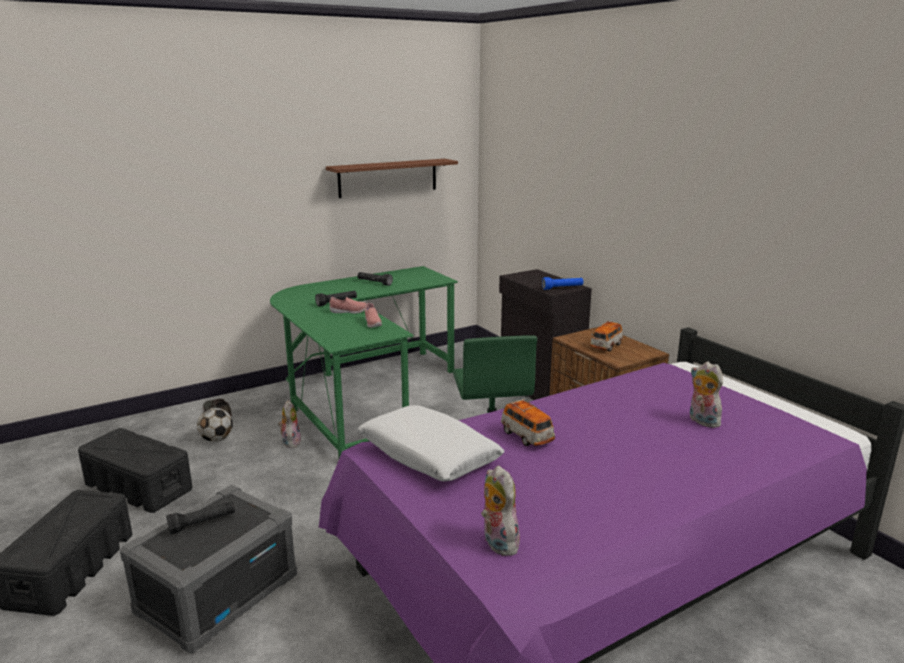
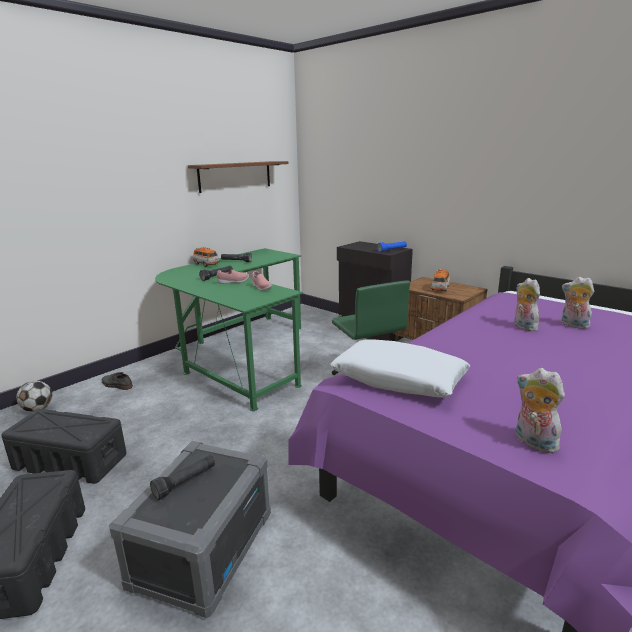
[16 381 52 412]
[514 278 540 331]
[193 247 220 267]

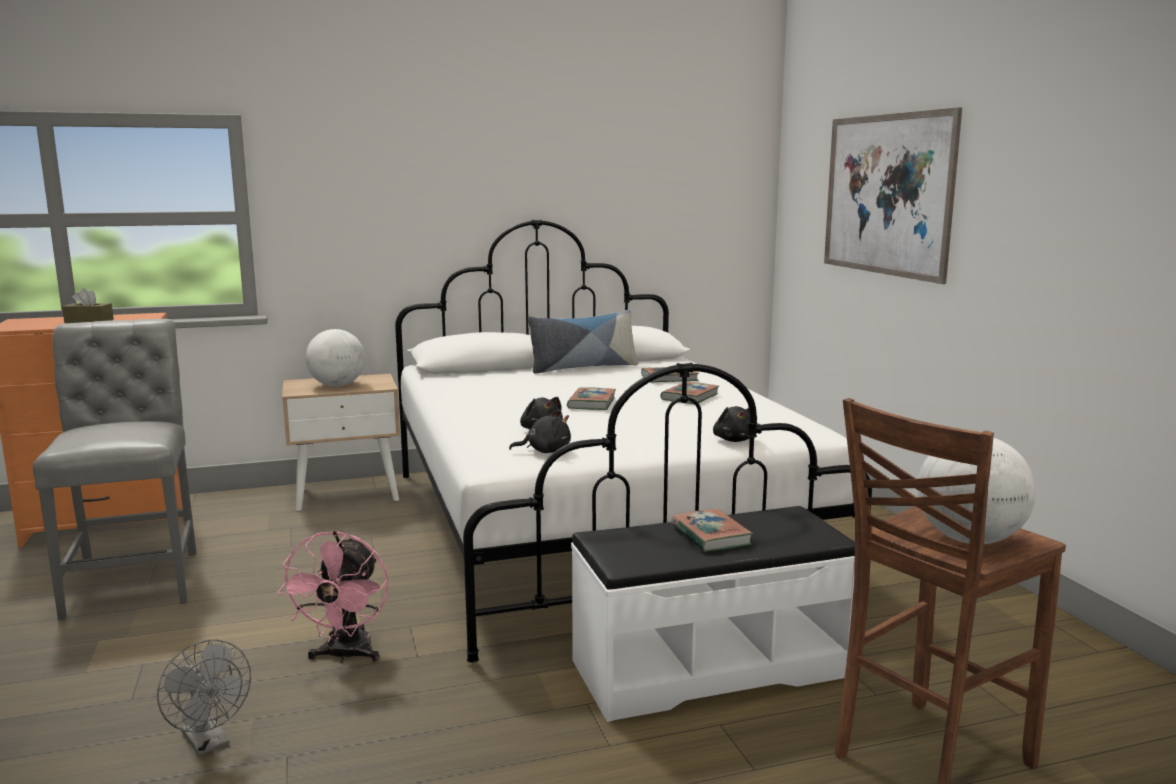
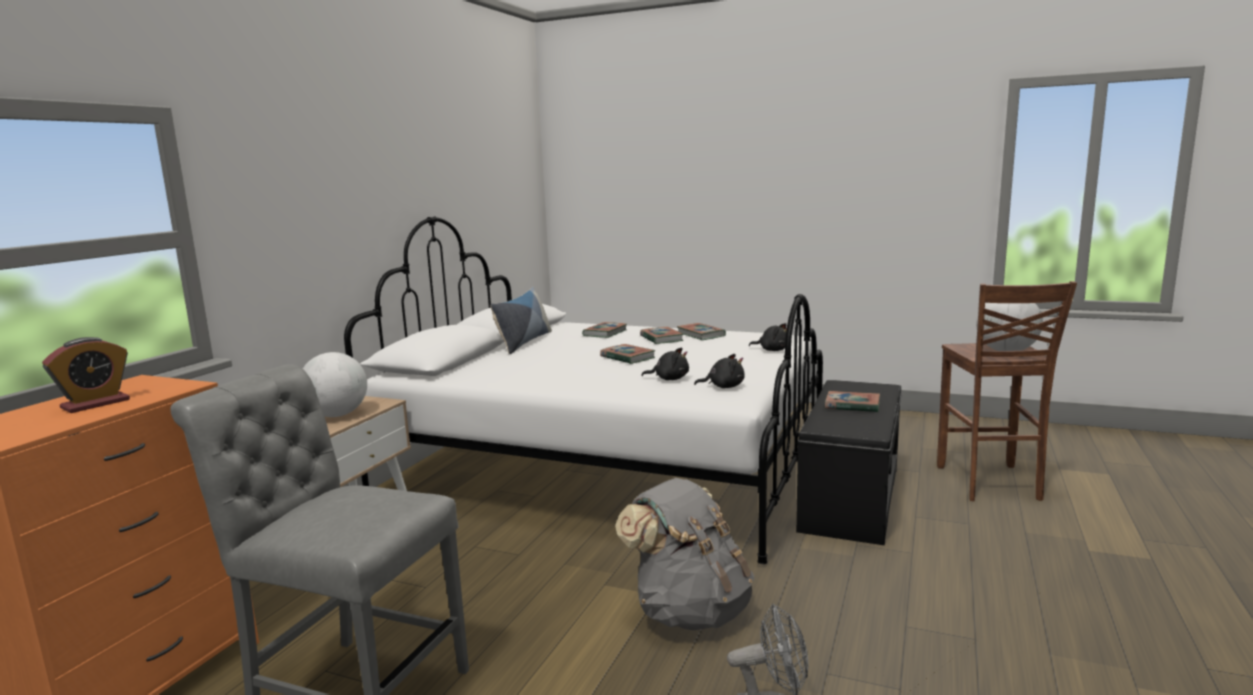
[824 107 962 284] (first image)
[677 323 726 340]
[42 337 130 413]
[615 478 754 630]
[796 380 902 545]
[694 354 745 388]

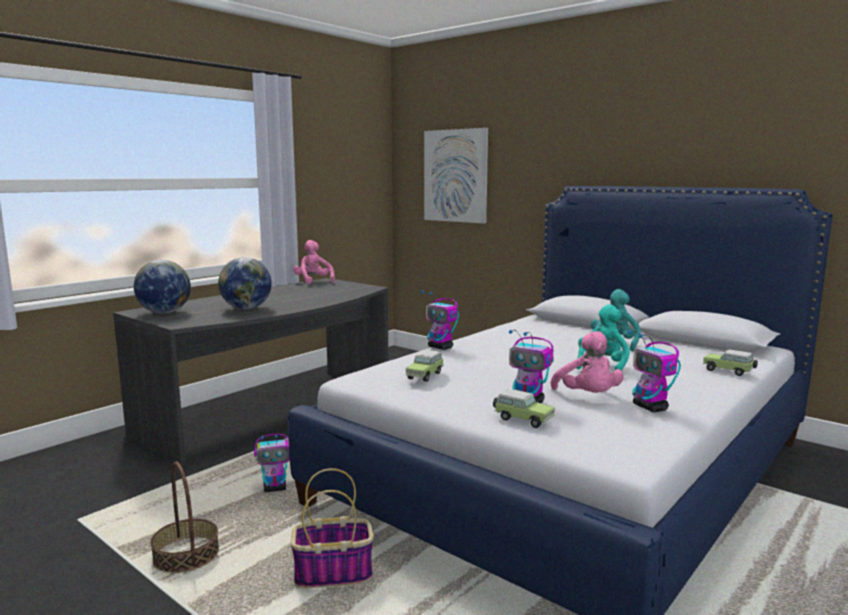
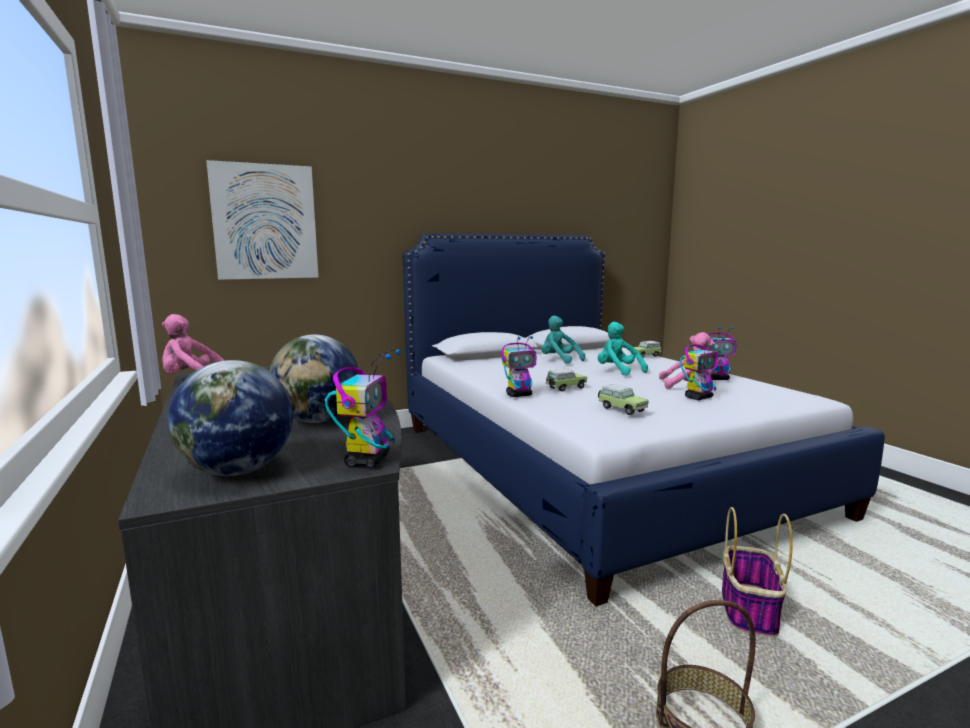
[325 349 401 468]
[546 369 587 391]

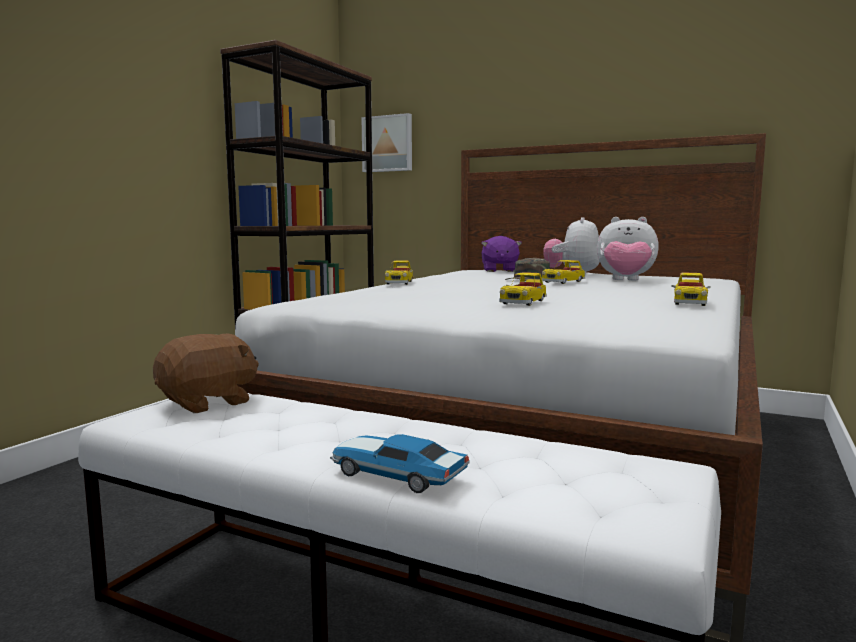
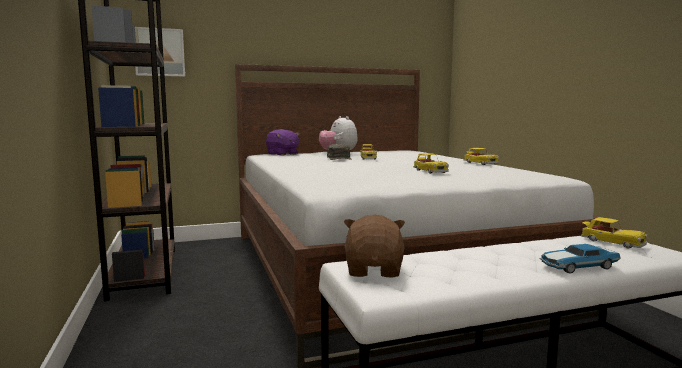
[597 217 659 280] (first image)
[581 217 648 248]

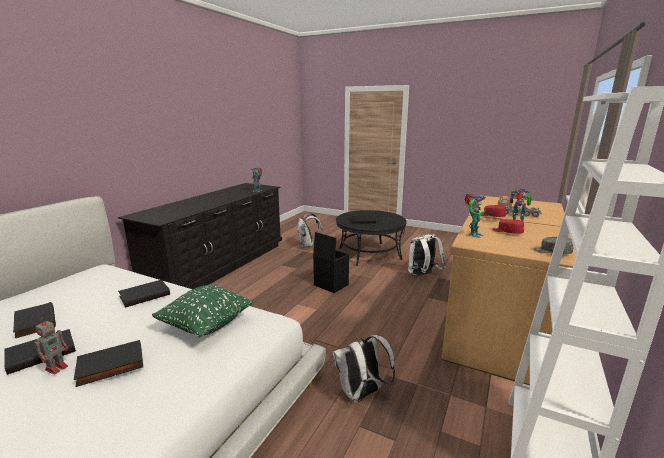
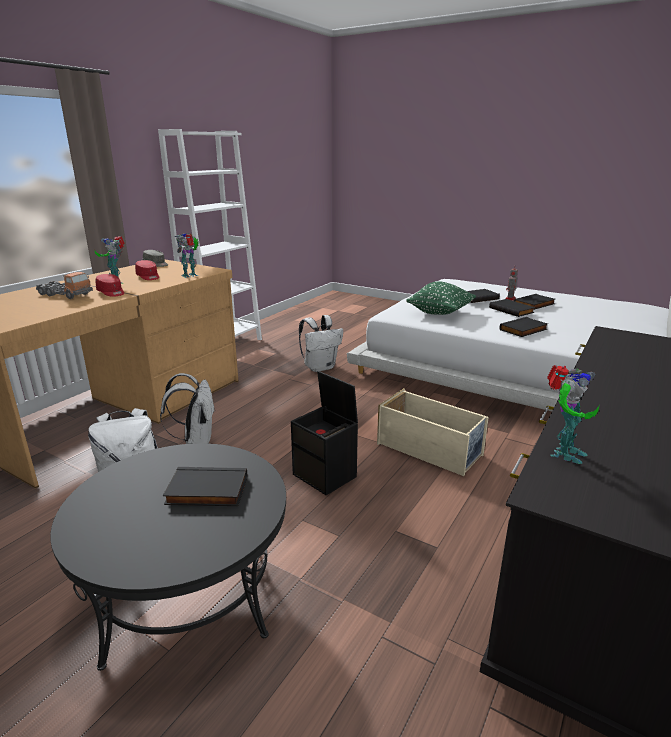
[377 388 489 476]
[489 299 535 317]
[160 373 215 444]

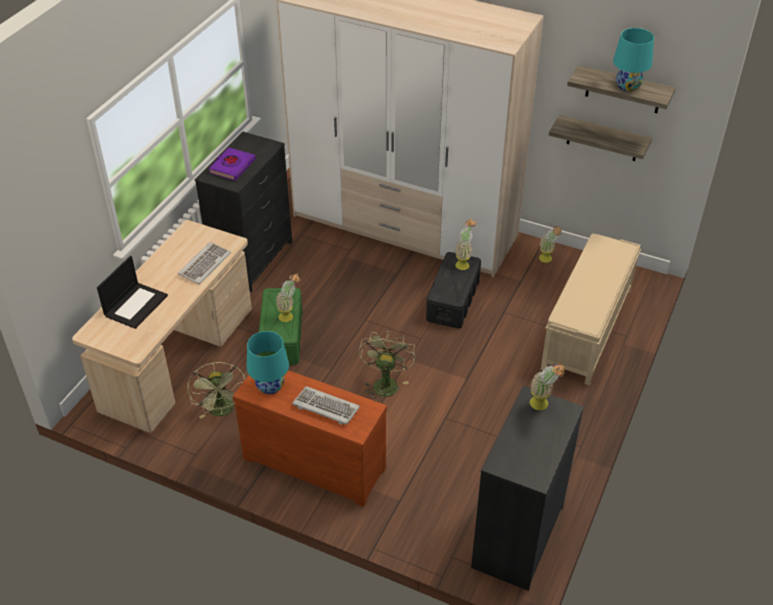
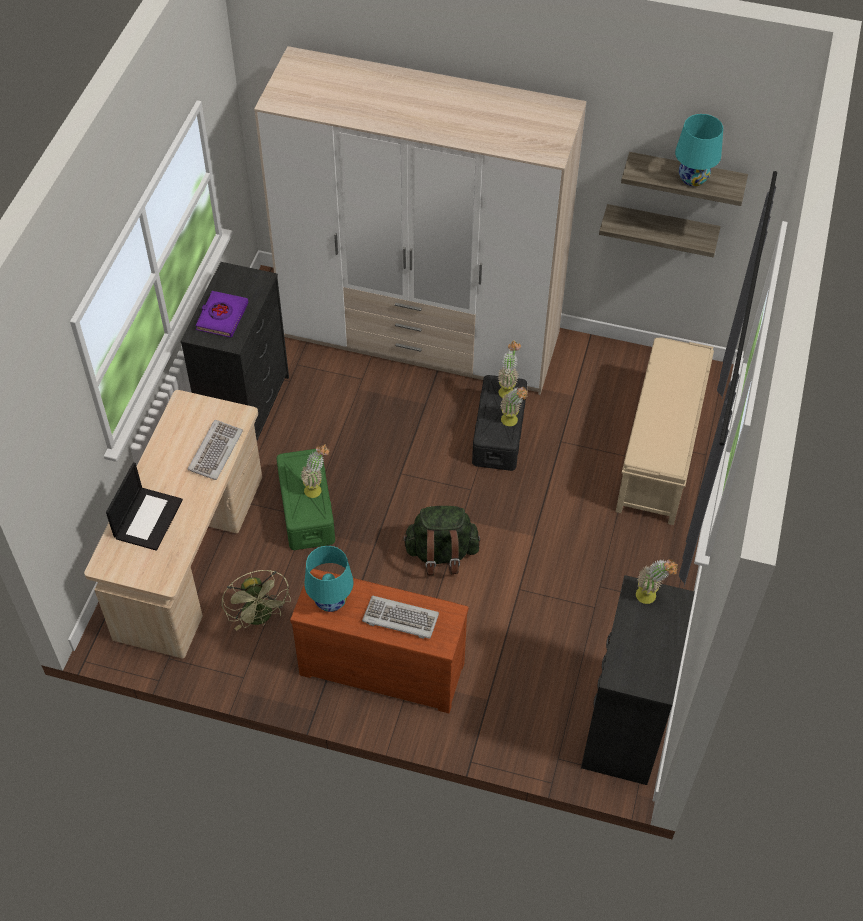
[500 387 528 426]
[402 506 480 575]

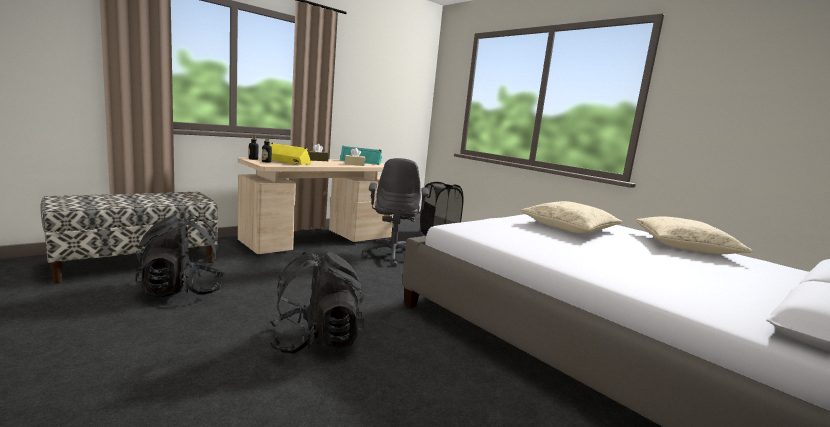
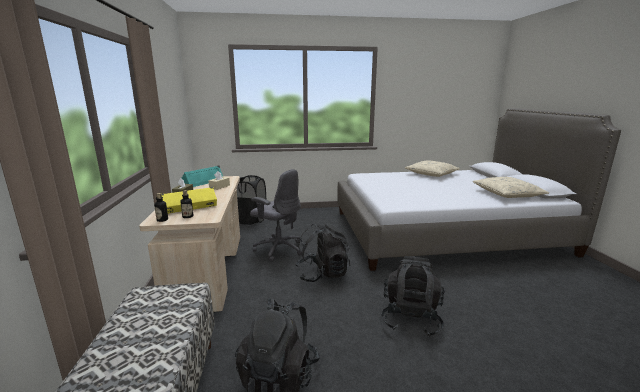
[295 223 350 282]
[473 177 549 198]

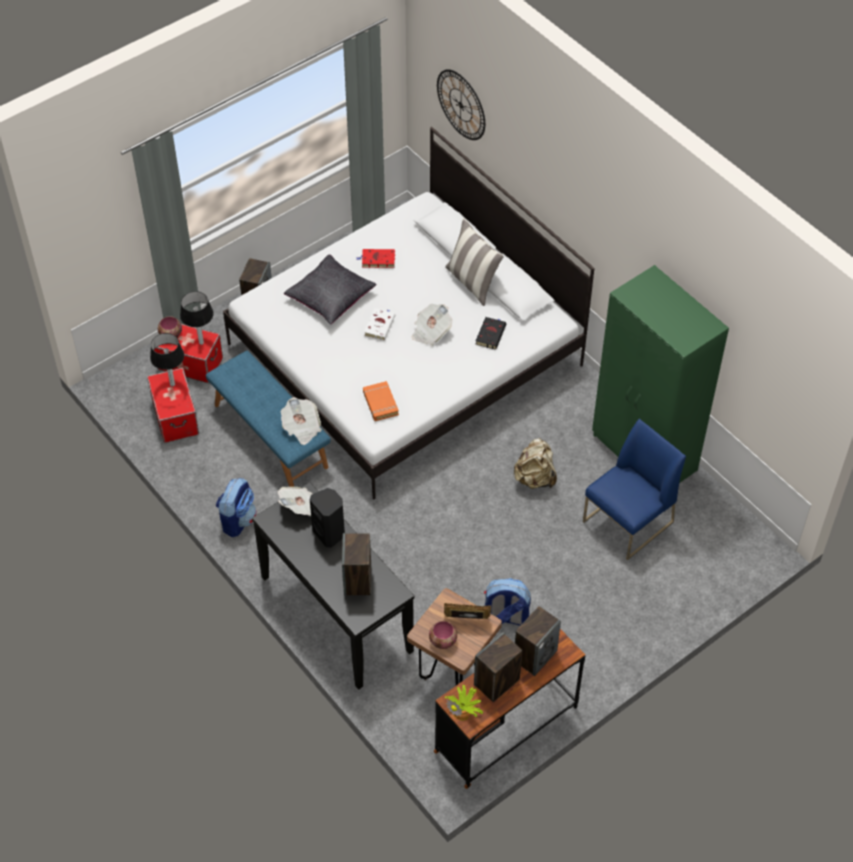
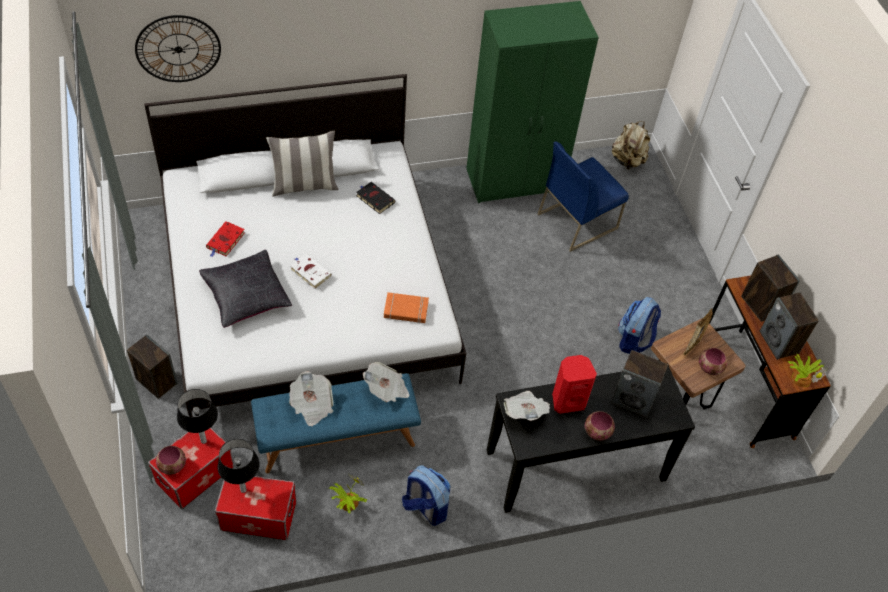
[329 474 367 513]
[585 411 615 441]
[289 371 333 426]
[612 121 650 170]
[552 355 597 414]
[537 141 629 252]

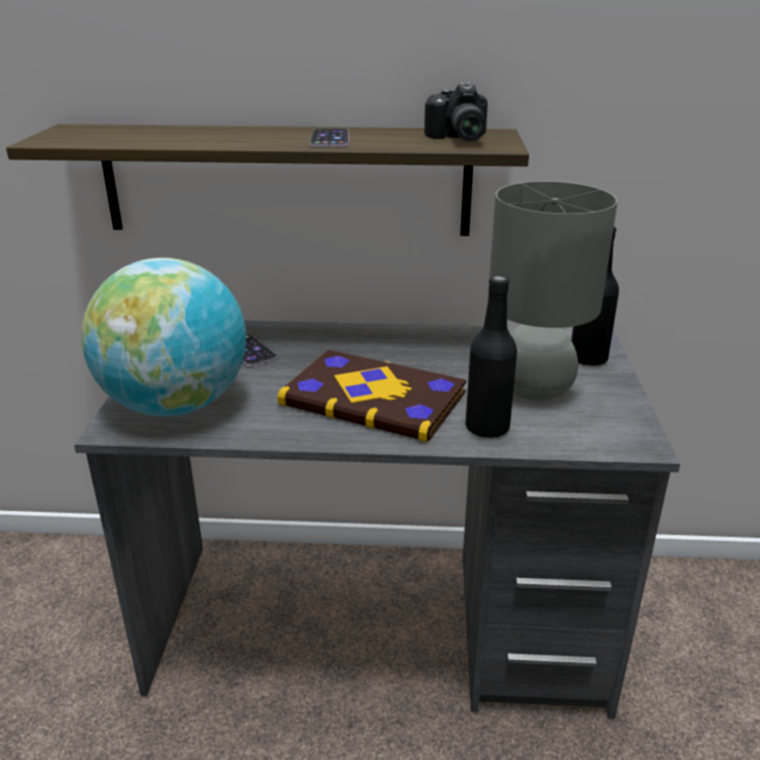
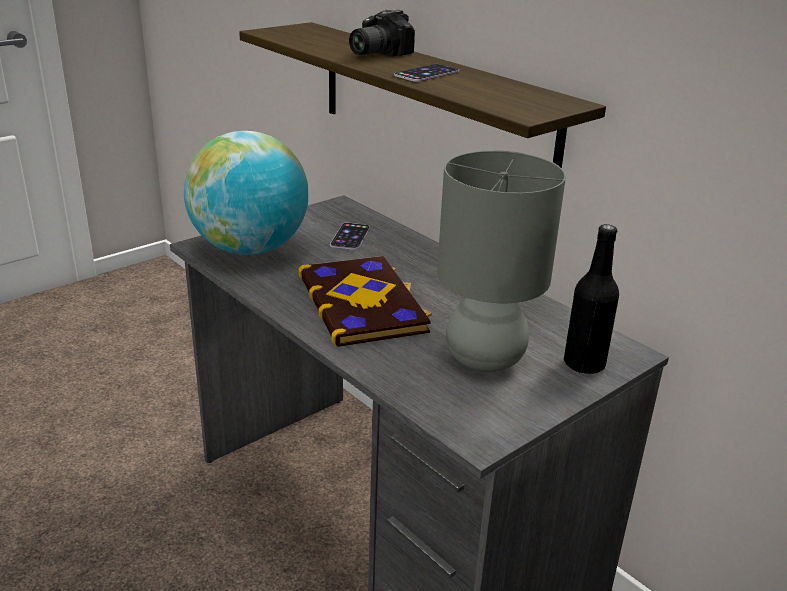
[466 275 517 438] (first image)
[349 9 415 56]

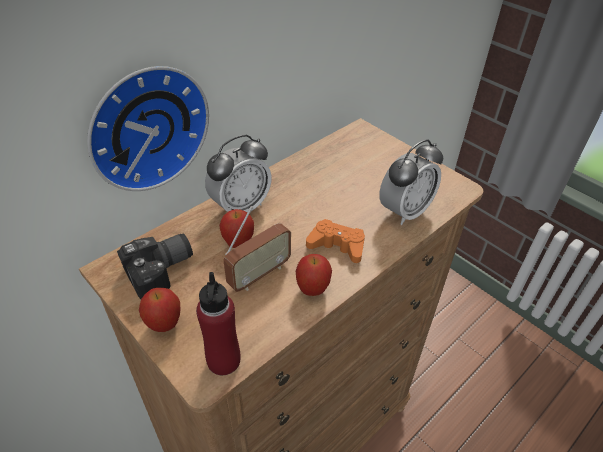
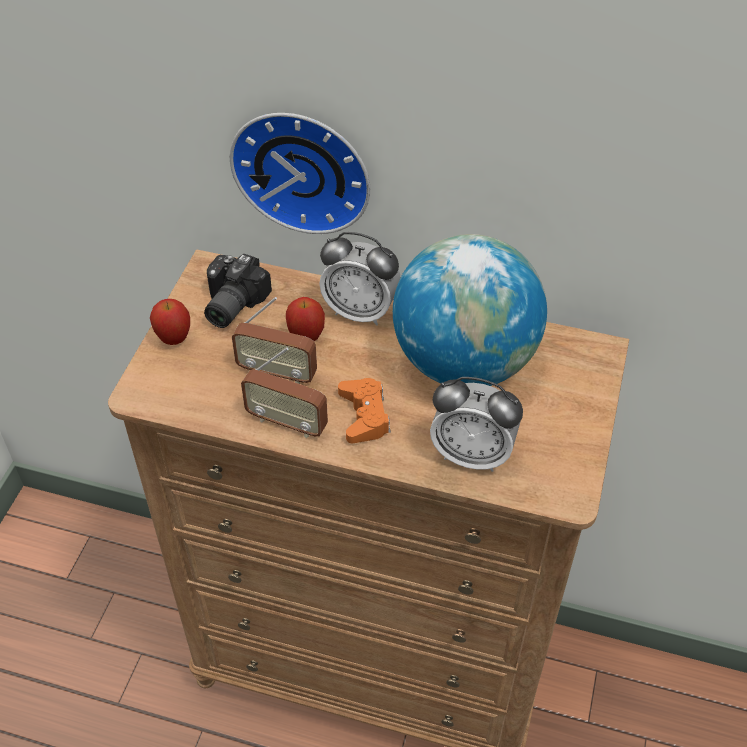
[196 272 240 375] (first image)
[393 234 547 386]
[241 348 328 438]
[204 253 272 328]

